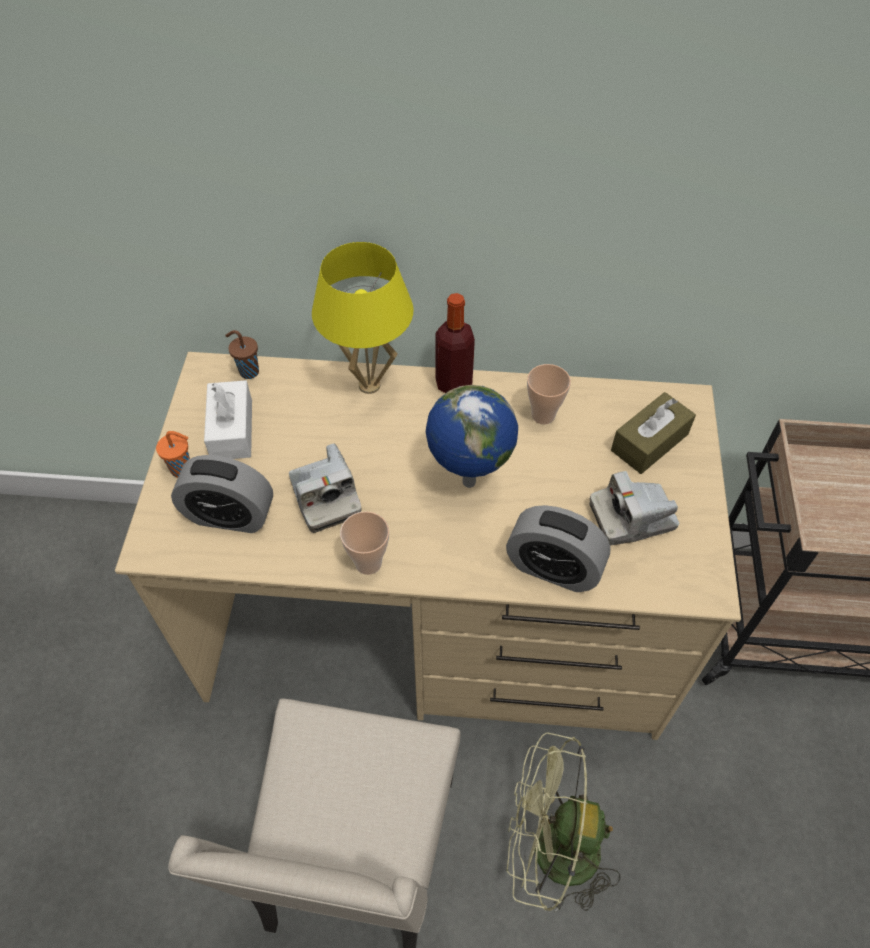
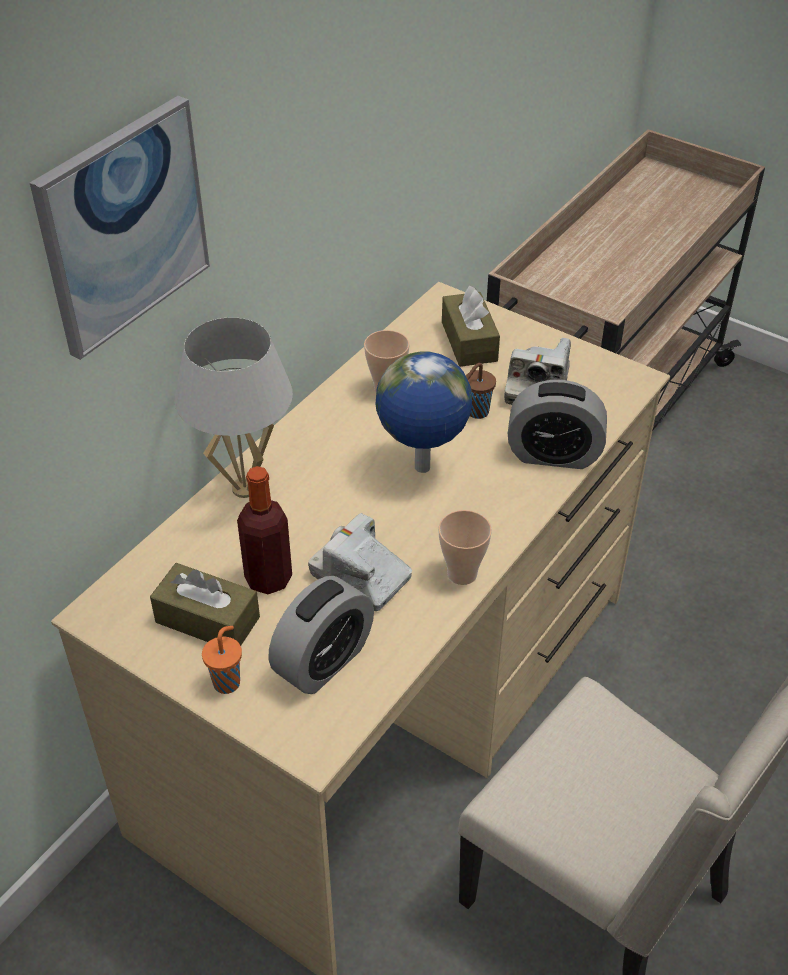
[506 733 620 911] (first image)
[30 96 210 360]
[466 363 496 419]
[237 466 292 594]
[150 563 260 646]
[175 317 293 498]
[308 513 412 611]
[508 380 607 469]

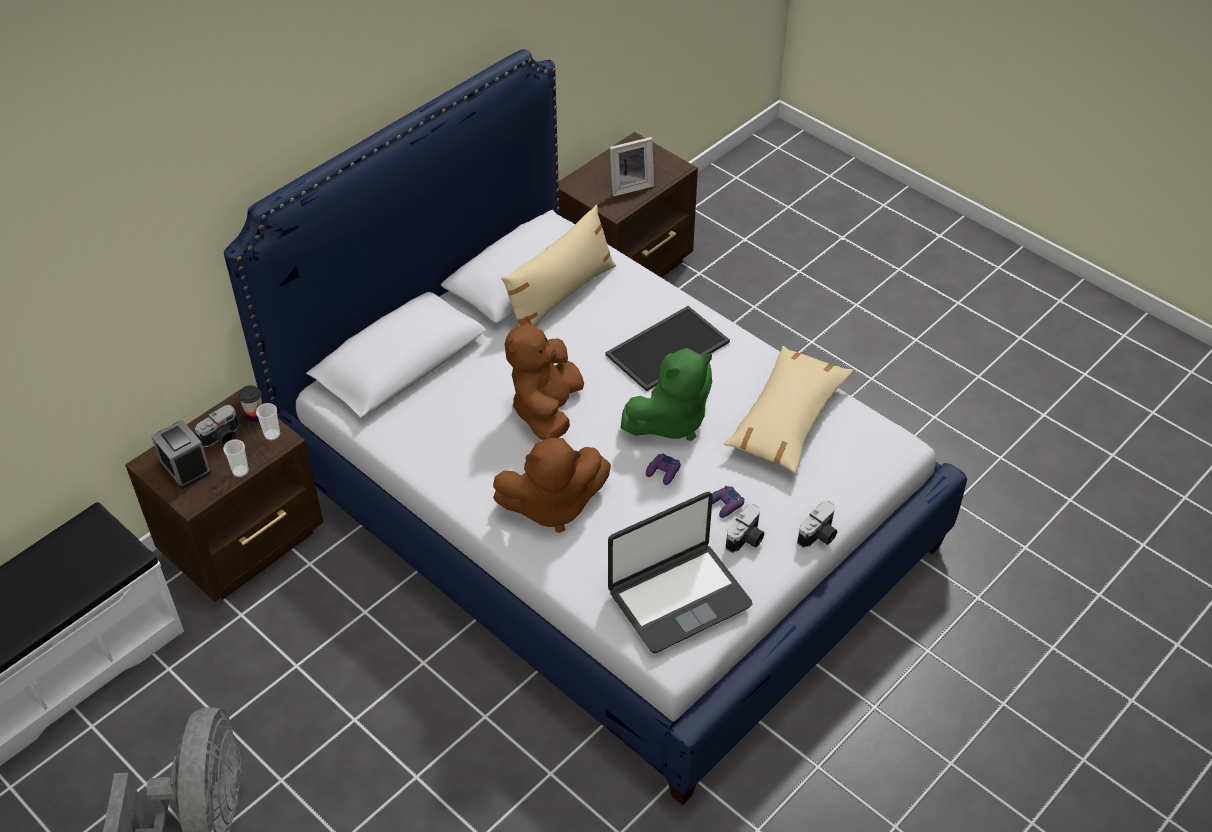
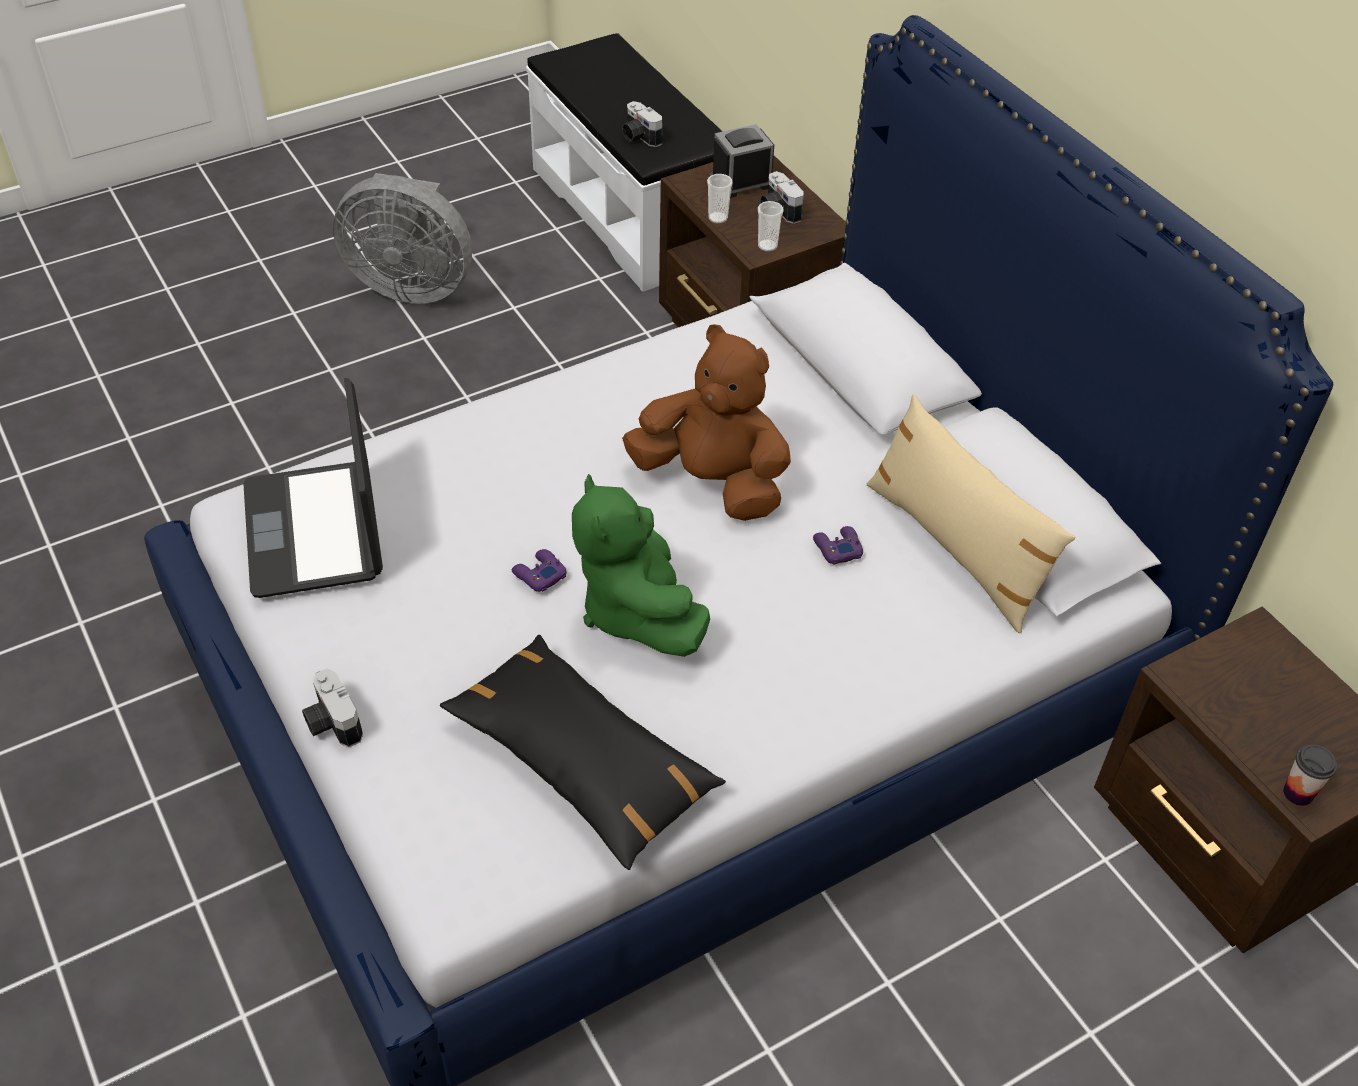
[493 438 611 533] (first image)
[605 306 730 391] (first image)
[610 137 654 196] (first image)
[1283 745 1337 806]
[813 526 863 565]
[622 101 662 147]
[440 635 726 870]

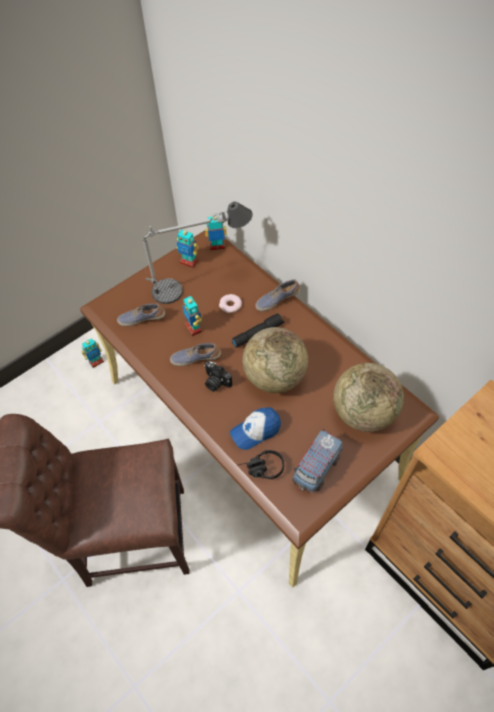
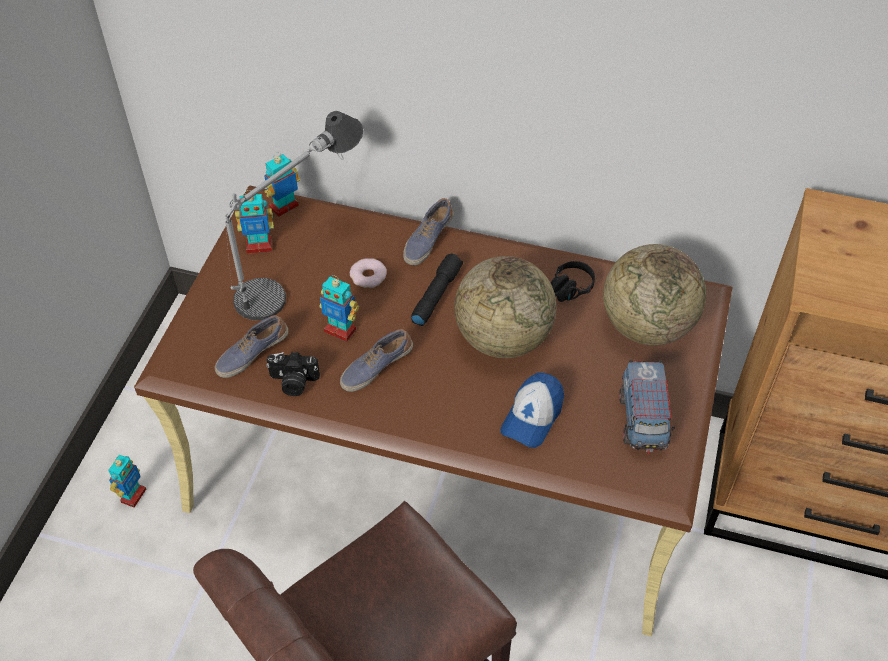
[266 352 320 396]
[551 261 595 302]

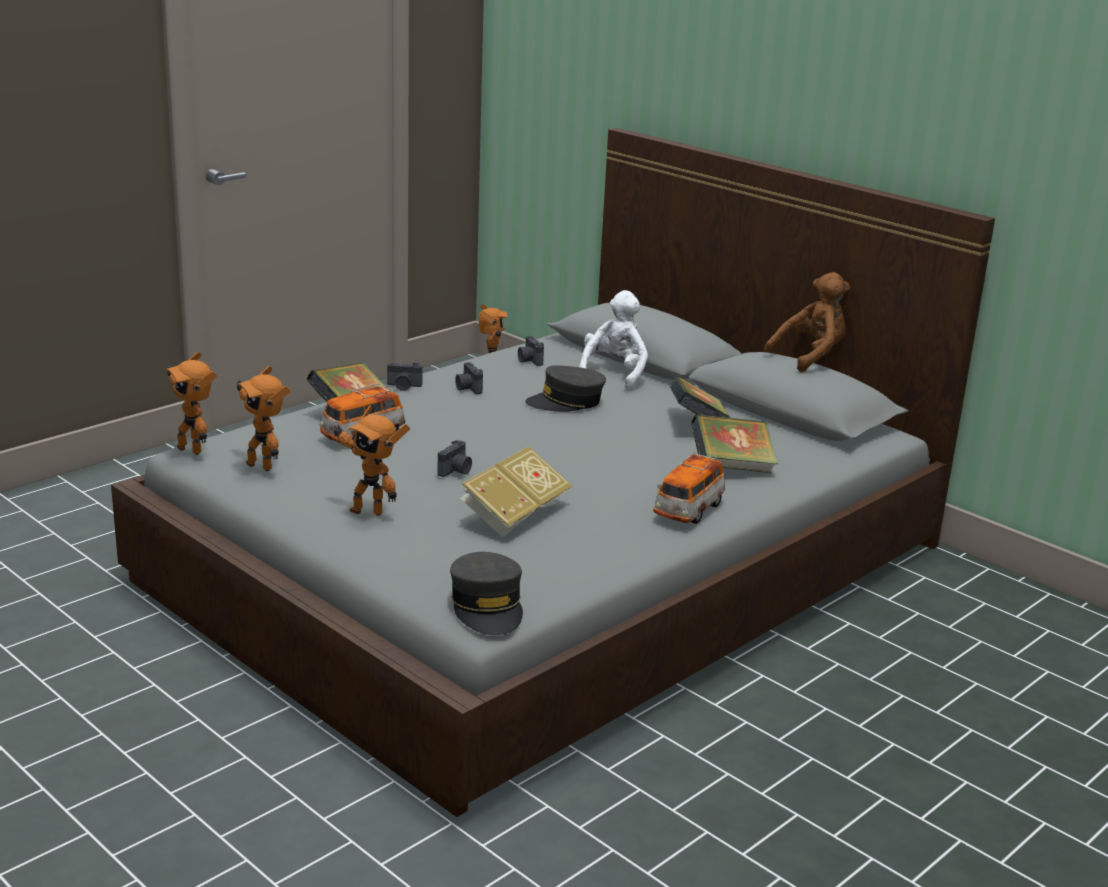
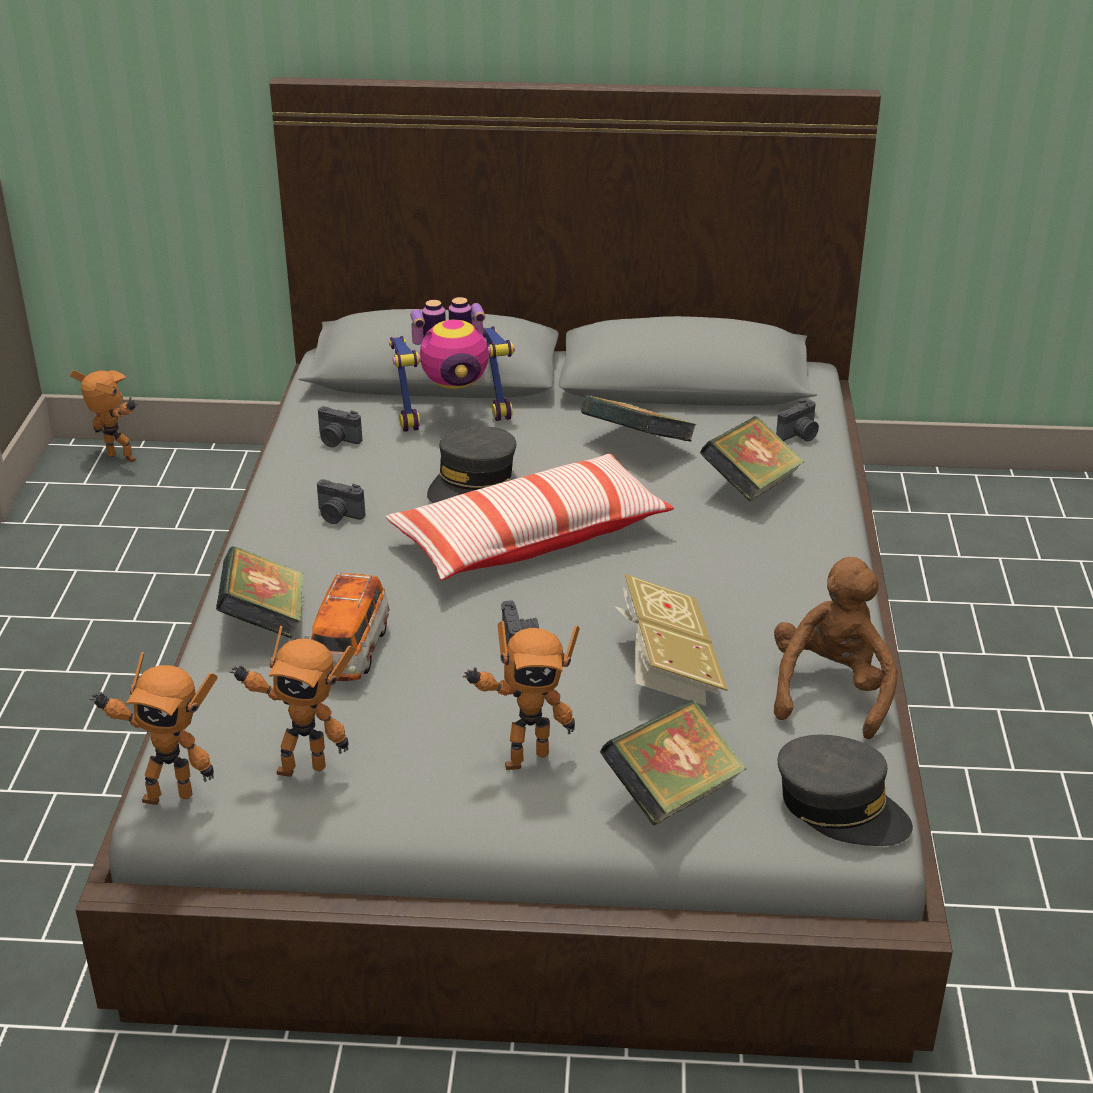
[653 452 725 524] (first image)
[386 453 674 580]
[600 700 747 826]
[776 399 819 441]
[774 557 898 739]
[389 297 515 432]

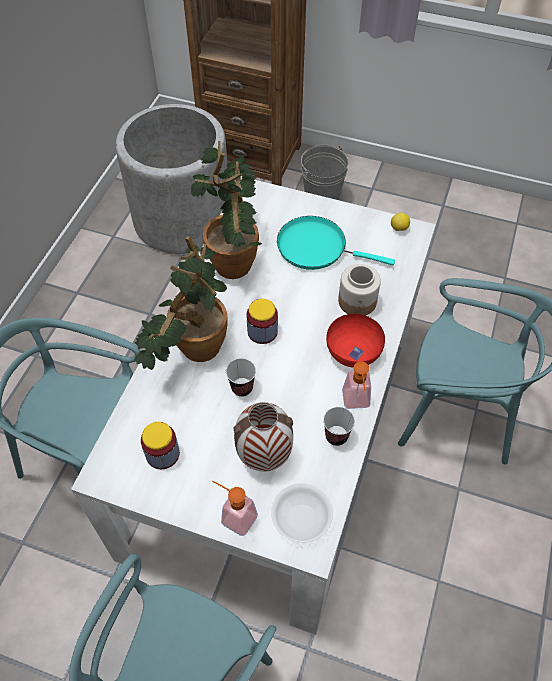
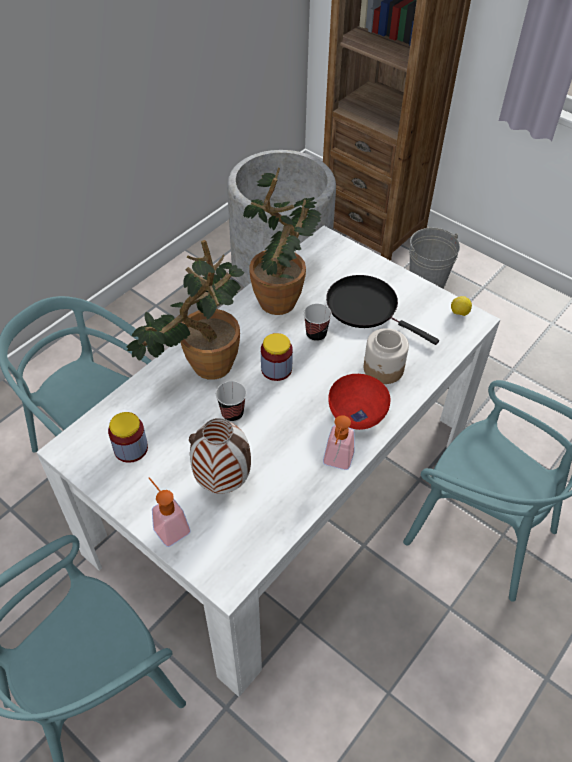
[271 483 333 543] (first image)
[303 304 332 342]
[326 275 439 345]

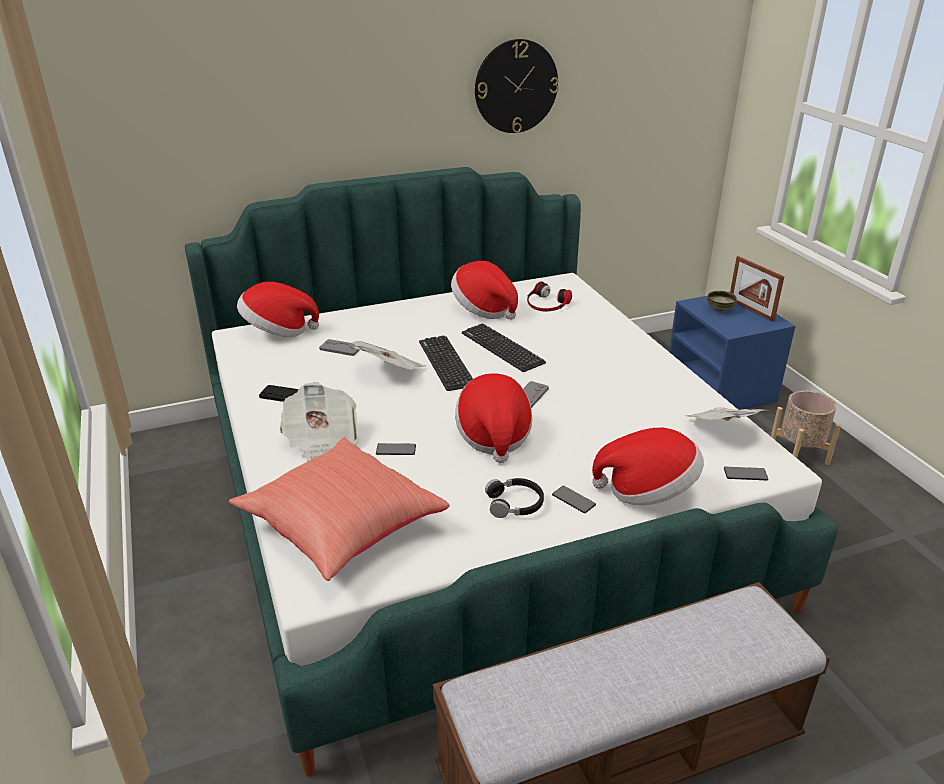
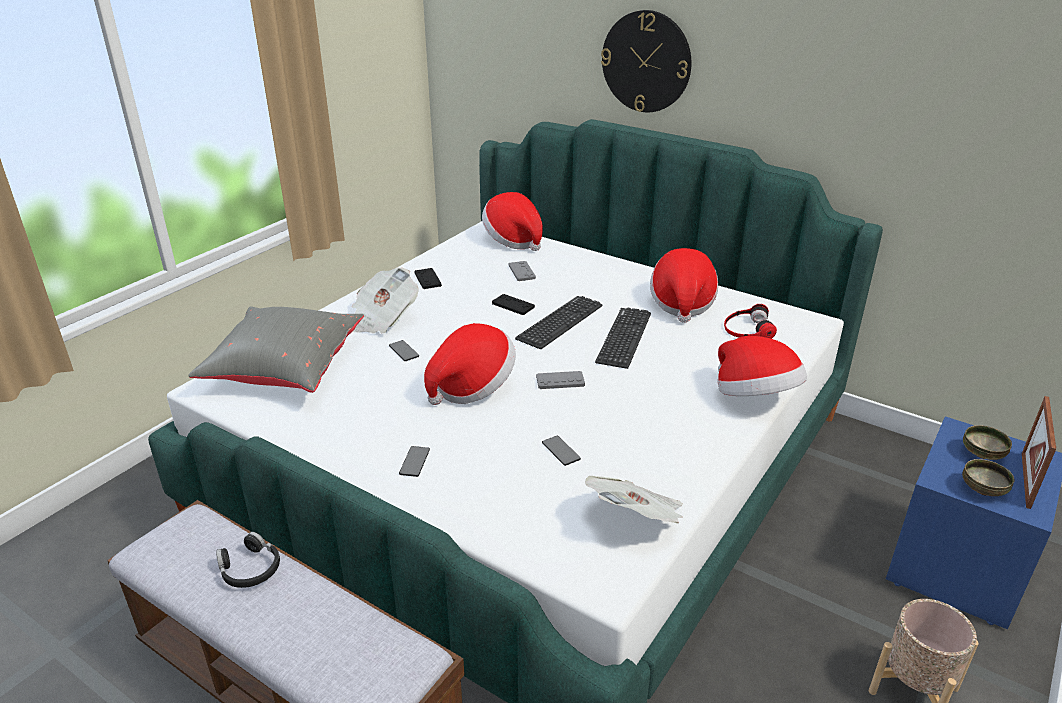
[962 459 1014 496]
[601 10 691 112]
[216 532 280 588]
[717 336 807 396]
[542 436 581 466]
[492 294 535 315]
[189 306 364 393]

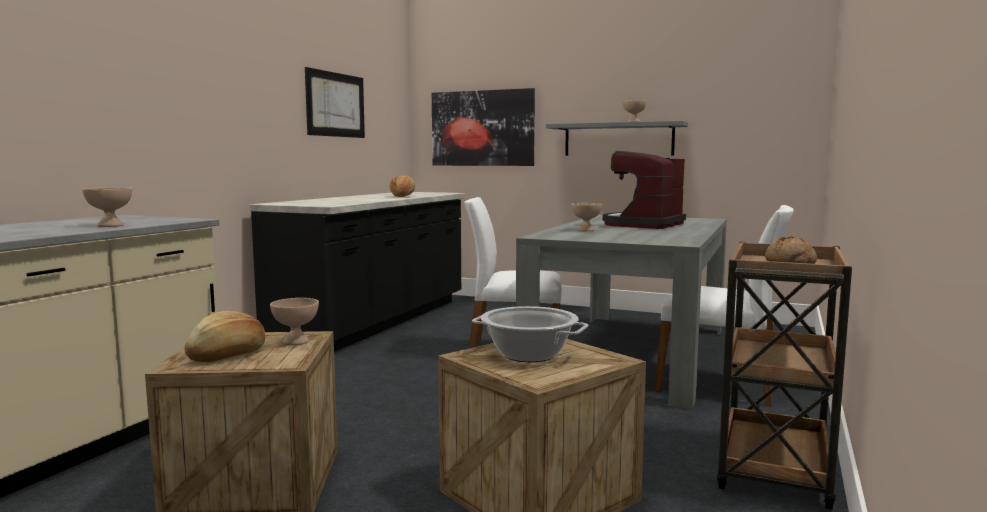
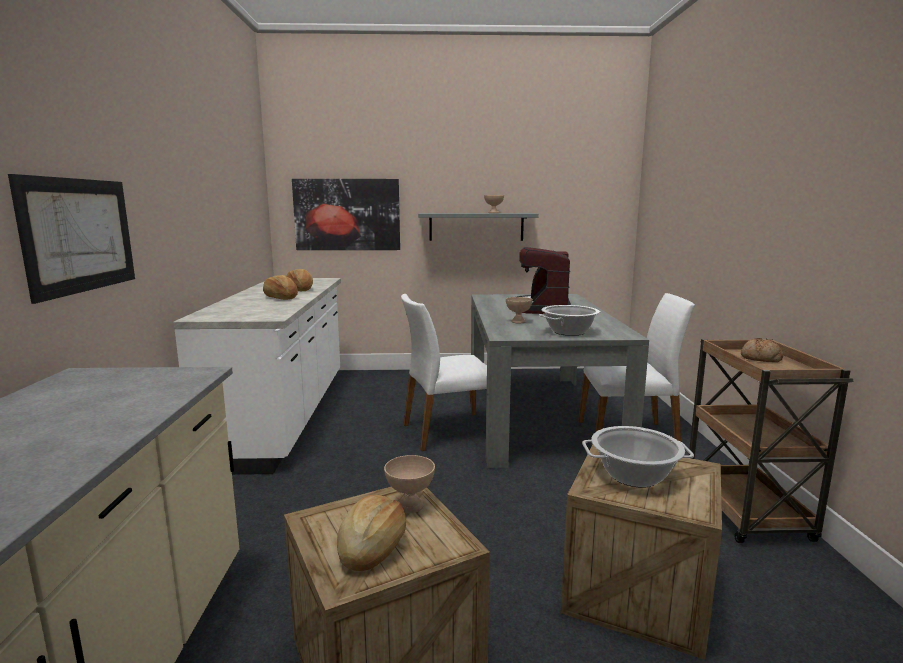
[82 187 132 227] (first image)
[263 275 298 300]
[539 305 601 336]
[8 174 135 304]
[173 278 341 475]

